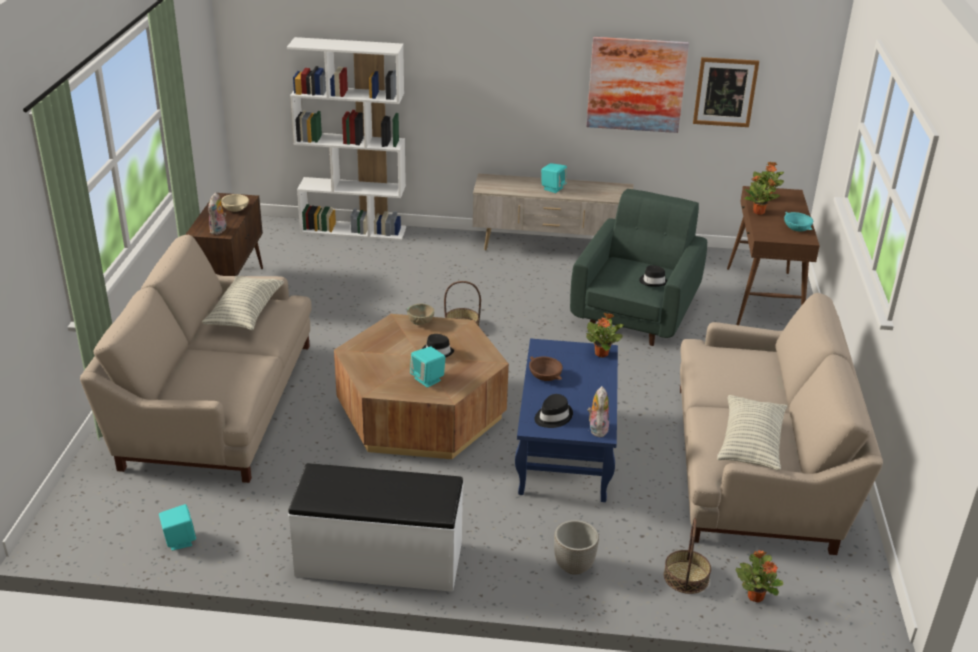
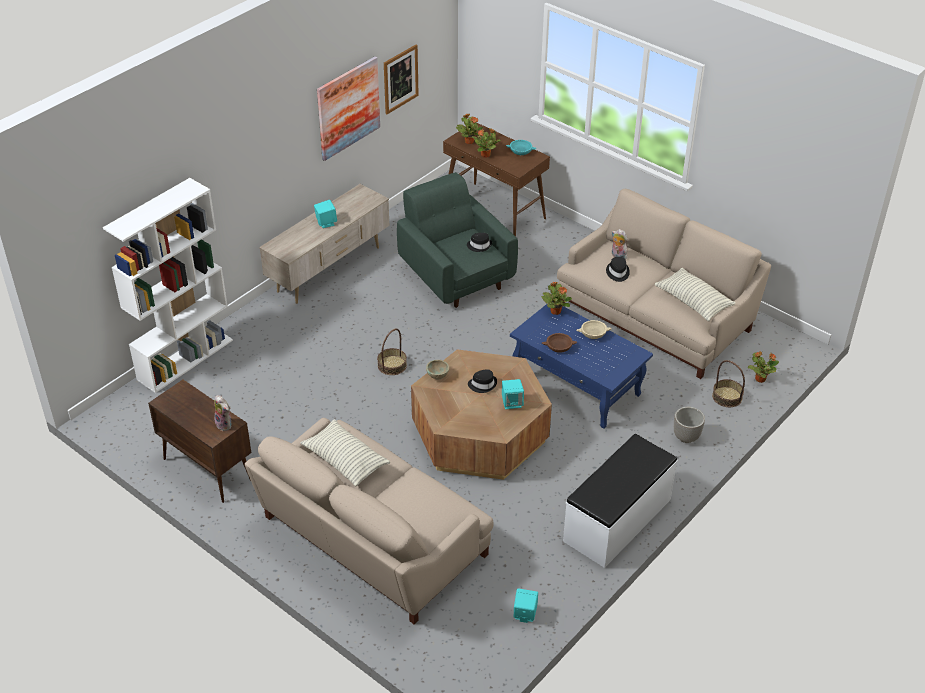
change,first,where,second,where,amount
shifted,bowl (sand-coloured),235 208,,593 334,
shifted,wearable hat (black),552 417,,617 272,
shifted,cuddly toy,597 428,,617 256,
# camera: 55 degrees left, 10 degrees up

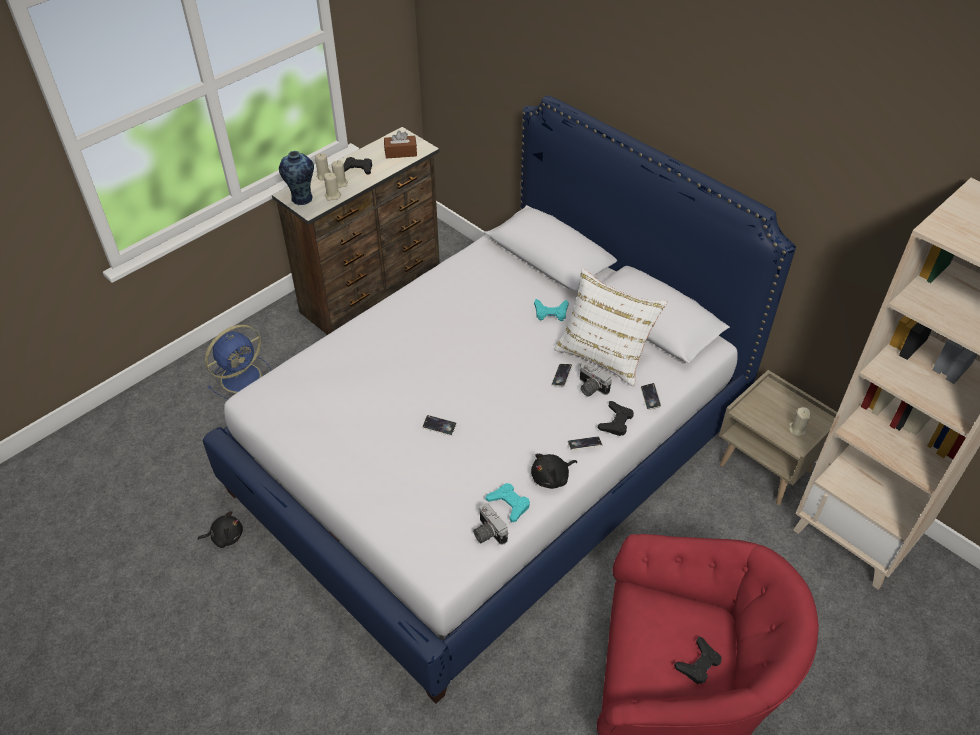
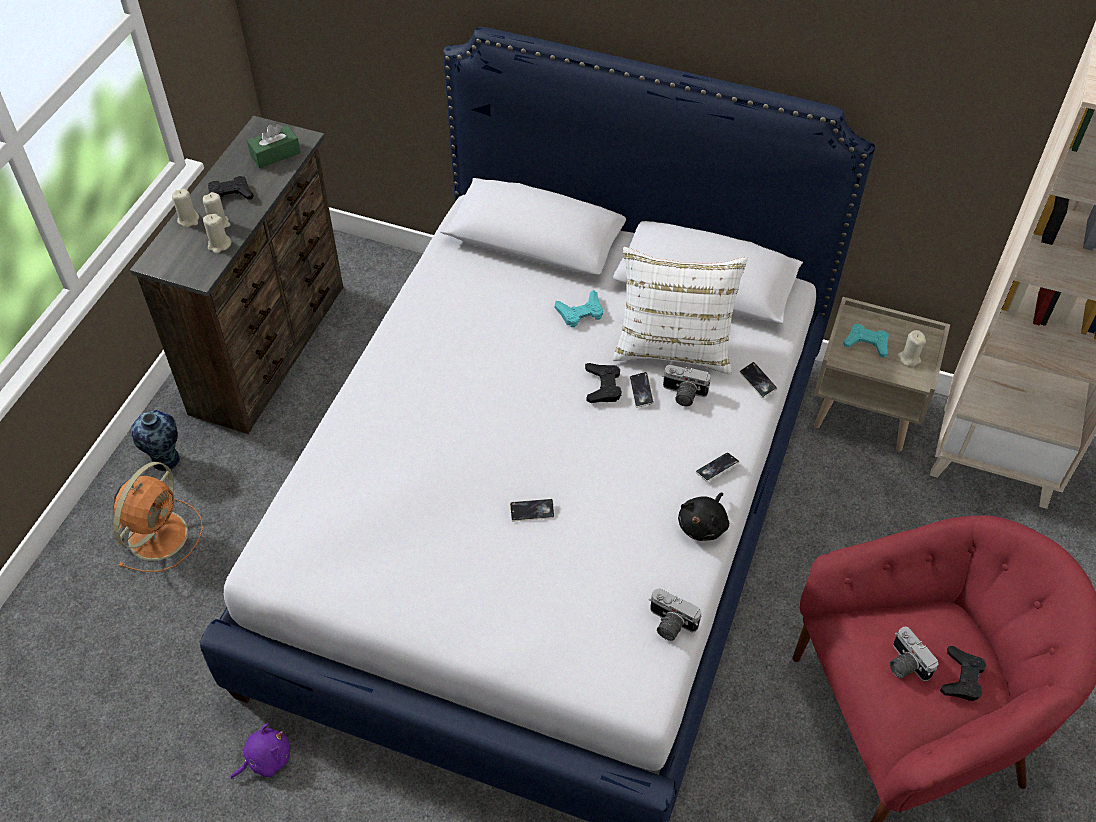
change,first,where,second,where,amount
repainted,electric fan (blue-coloured),242 377,electric fan (orange),160 533,
shifted,decorative vase,302 199,,166 461,
repainted,cuddly toy (black),225 536,cuddly toy (purplish),266 759,
repainted,tissue holder (brownish),401 152,tissue holder (greenish),275 154,
shifted,joypad (black),616 422,,603 386,
shifted,joypad (turquoise-coloured),509 504,,866 343,
new,,,photo camera,904 664,
# camera: 25 degrees left, 5 degrees up

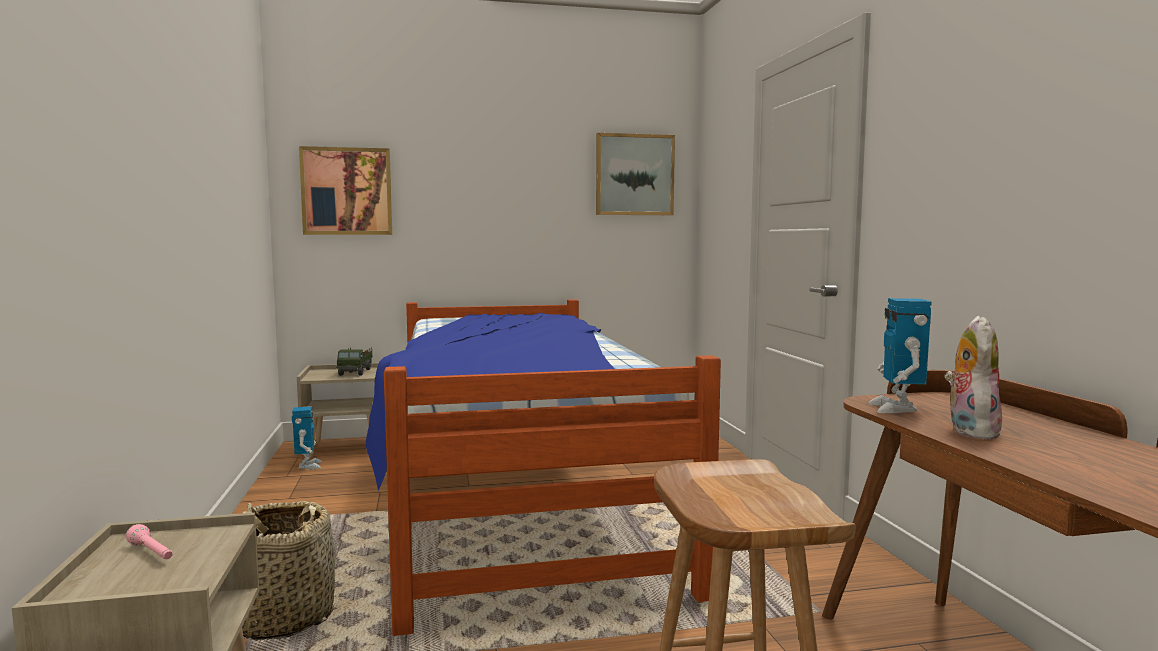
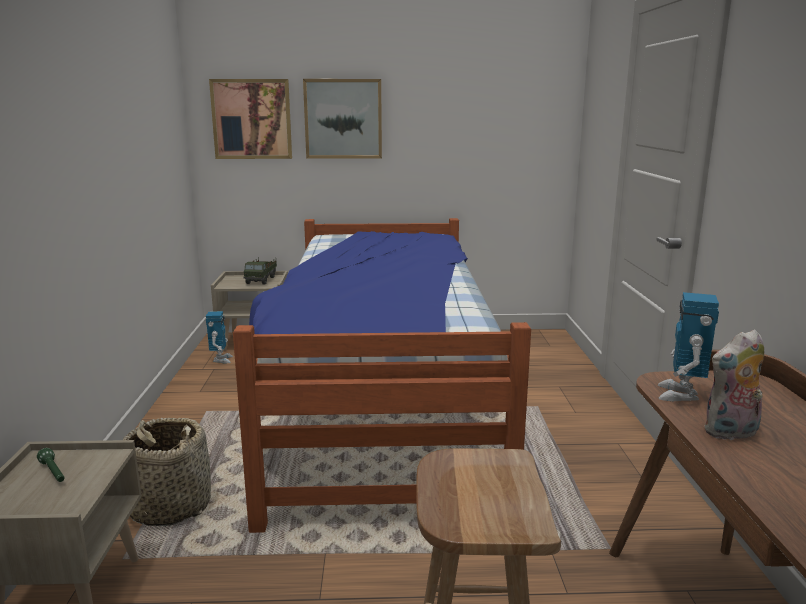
change,first,where,second,where,amount
repainted,torch (pinkish),152 553,torch (greenish),53 473,
shifted,wall art,634 175,,343 119,
rotated,cuddly toy,969 431,,731 433,135 degrees counterclockwise
# camera: 10 degrees right, 10 degrees up

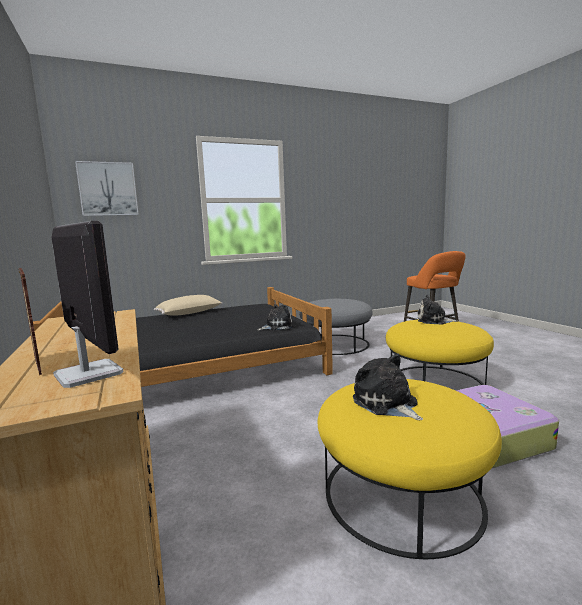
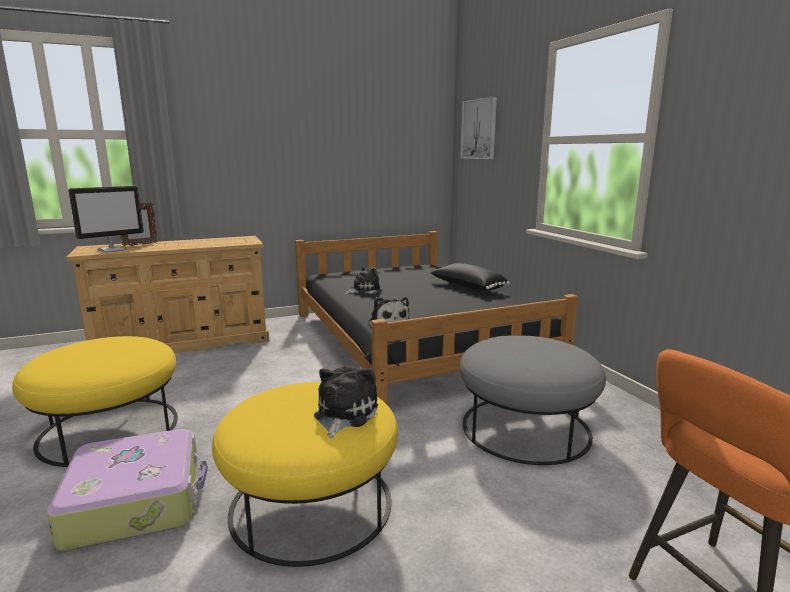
change,first,where,second,where,amount
shifted,cuddly toy,386 404,,364 290,
repainted,cushion (sand-coloured),190 314,cushion (black),467 287,
# camera: 90 degrees right, 5 degrees up

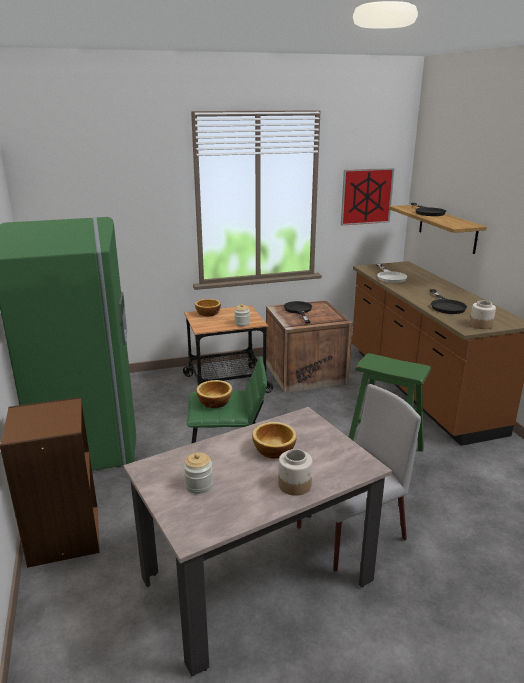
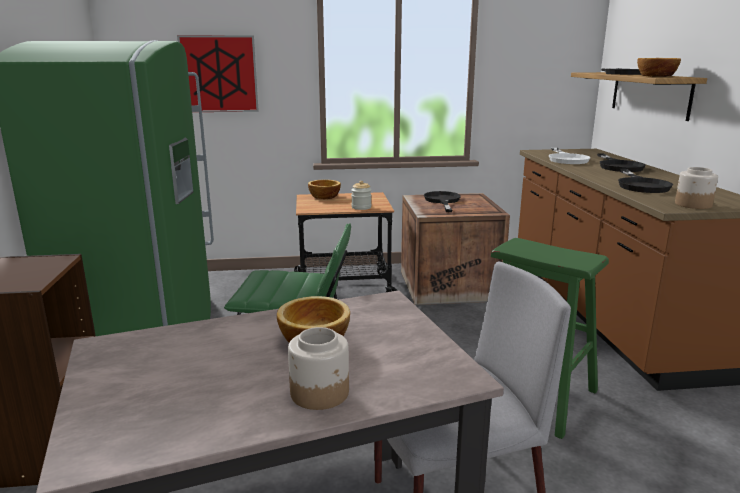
change,first,where,second,where,amount
shifted,wall art,366 196,,219 74,
new,,,skillet (black),618 166,
shifted,bowl,214 402,,655 76,
gone,storage jar,198 485,,,
# camera: 10 degrees right, 5 degrees down

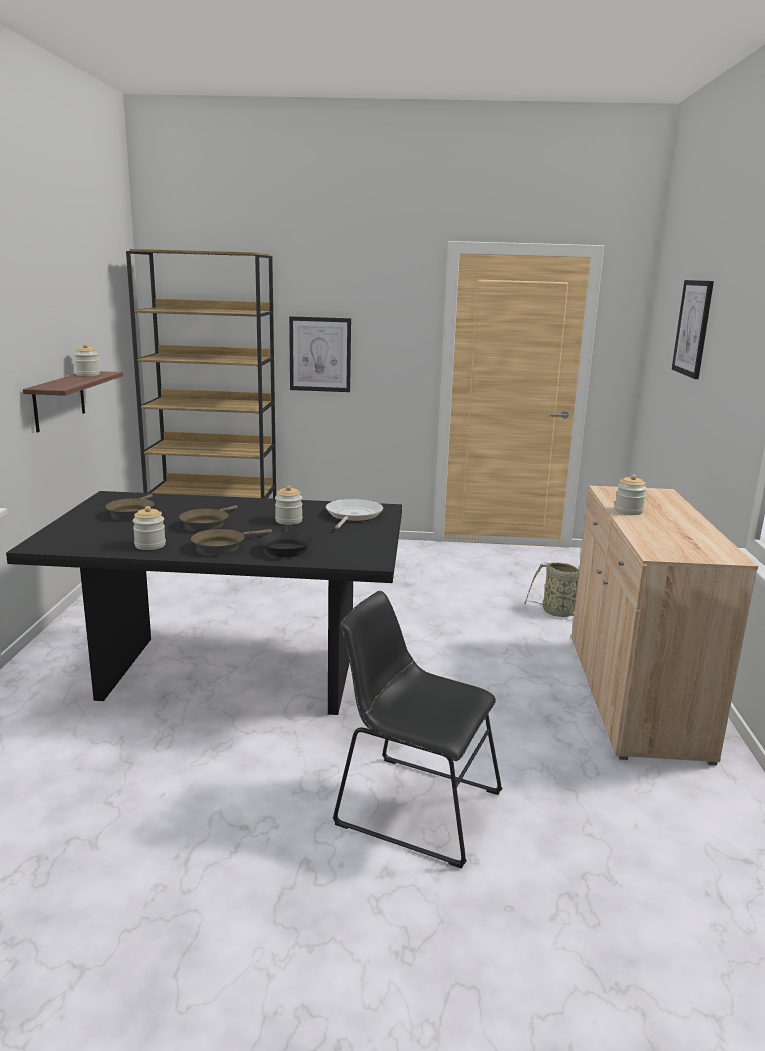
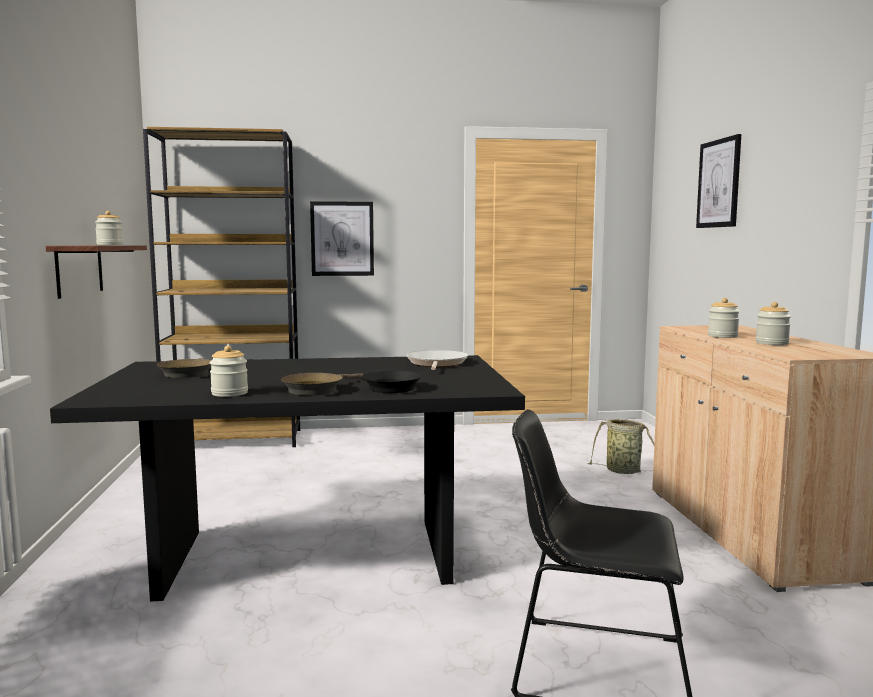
change,first,where,second,where,amount
shifted,storage jar,288 521,,771 343,
gone,skillet (brownish),206 524,,,
# camera: 10 degrees left, 10 degrees down

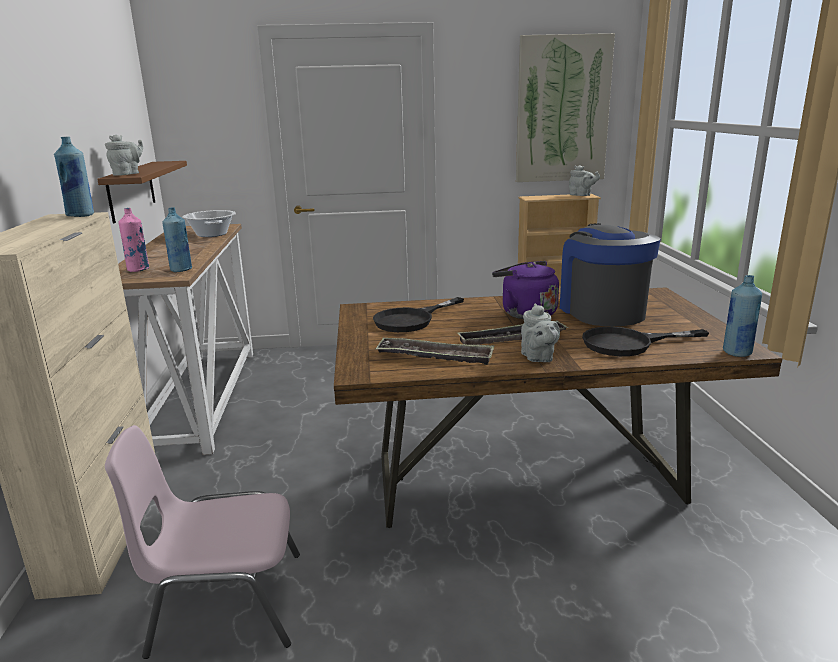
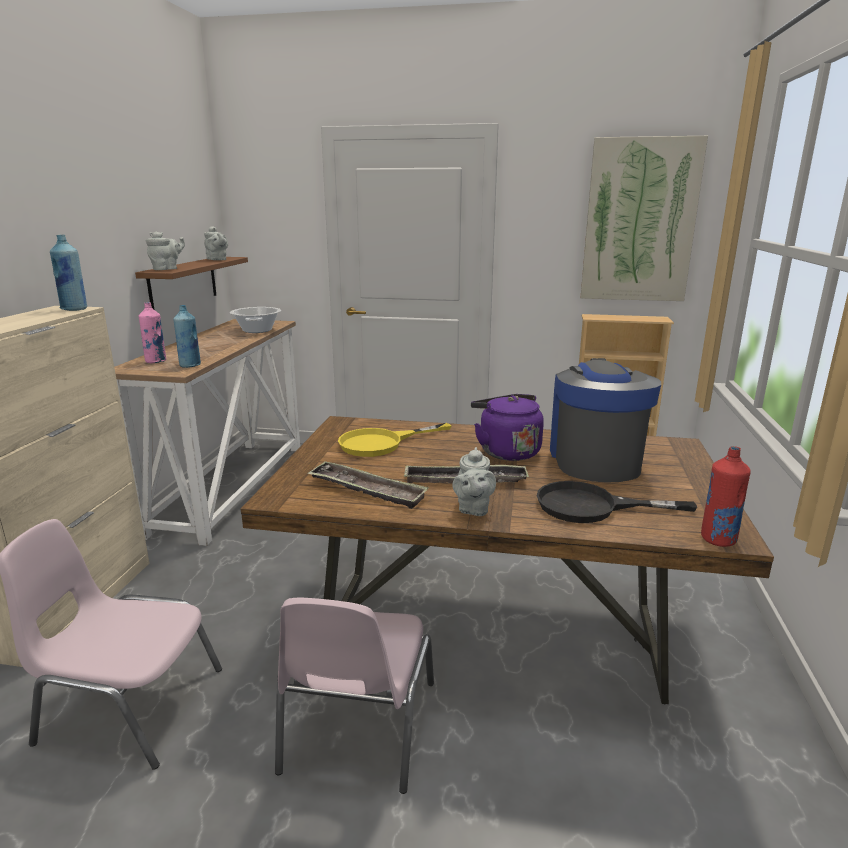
change,first,where,second,where,amount
shifted,pot for tea (gray),581 195,,217 260,
new,,,chair (pinkish),357 727,
repainted,skillet (black),411 320,skillet (yellow-coloured),381 443,
repainted,drink bottle (blue-coloured),737 352,drink bottle (reddish),718 539,
# camera: 15 degrees right, 0 degrees up

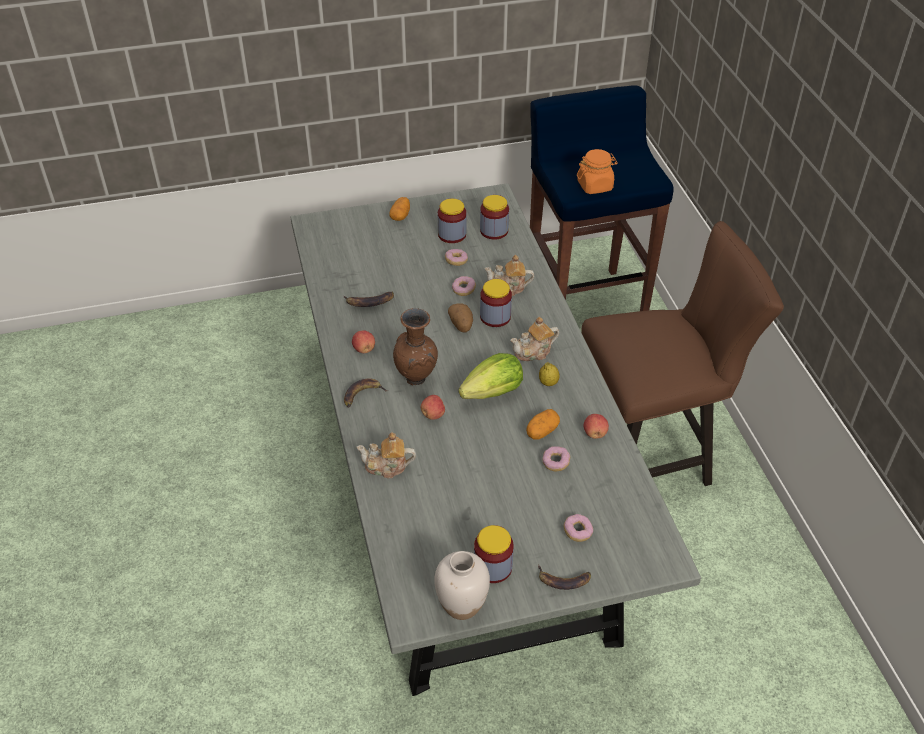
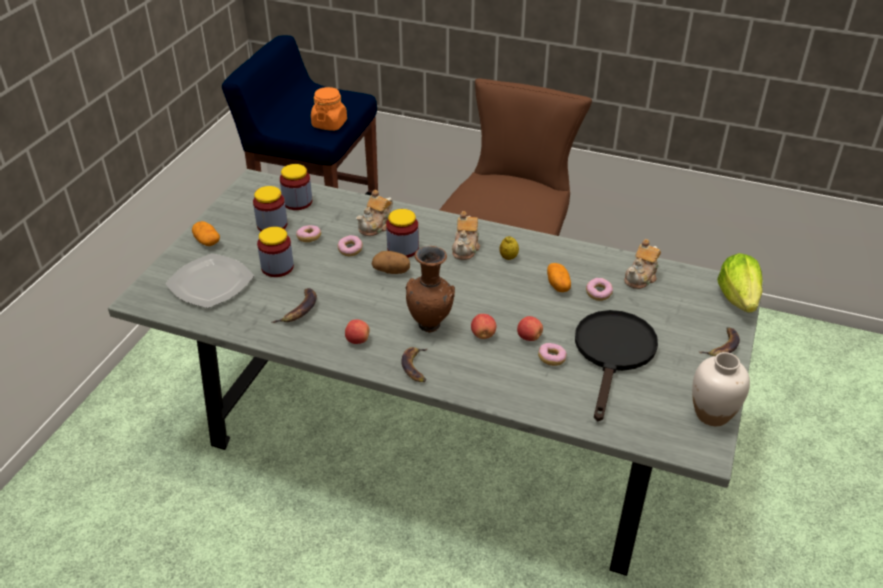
change,first,where,second,where,amount
new,,,dinner plate,210 284,
shifted,storage jar,493 567,,277 267,
shifted,whole apple,595 433,,529 337,
shifted,ring doughnut,577 532,,551 359,
new,,,skillet (black),613 354,
shifted,pot for tea,387 467,,641 277,
shifted,lettuce,493 392,,738 298,
# camera: 55 degrees left, 5 degrees down

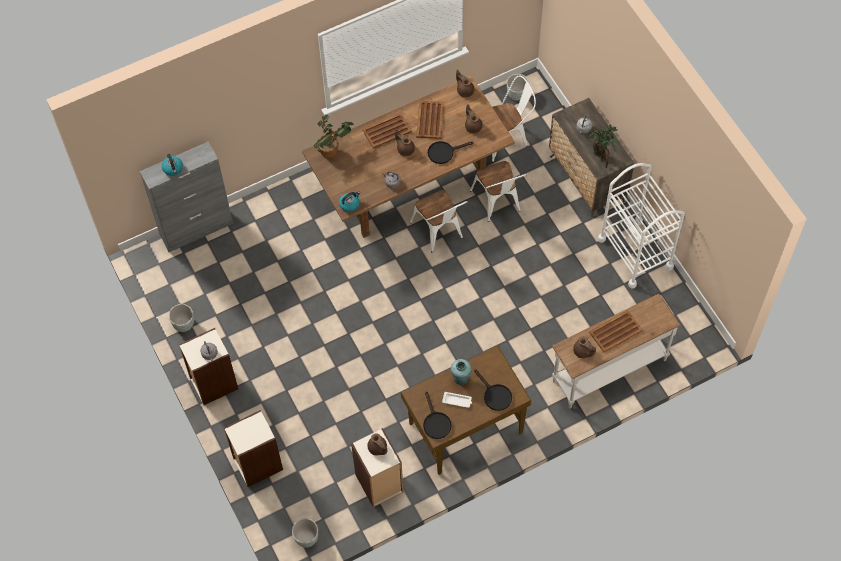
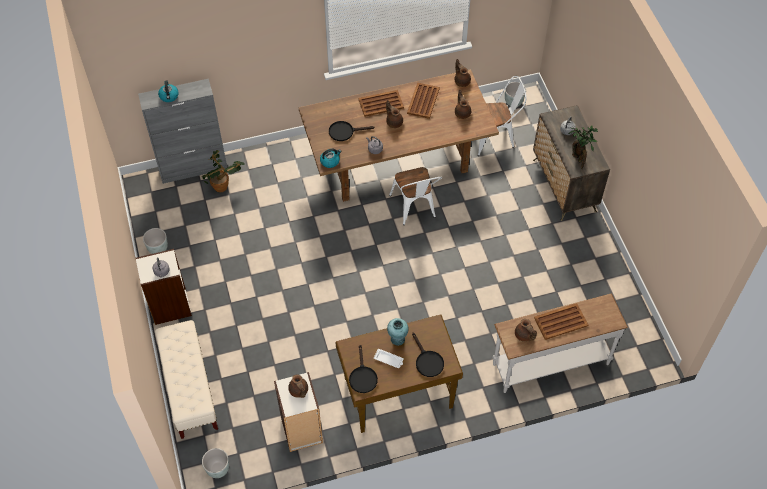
change,first,where,second,where,amount
swapped,bookshelf,257 464,bench (sand-coloured),190 389,
shifted,potted plant,332 151,,224 186,
shifted,skillet (black),444 152,,345 132,
gone,chair (whitish),498 203,,,
gone,trolley (whitish),635 253,,,
# camera: 10 degrees right, 5 degrees down

